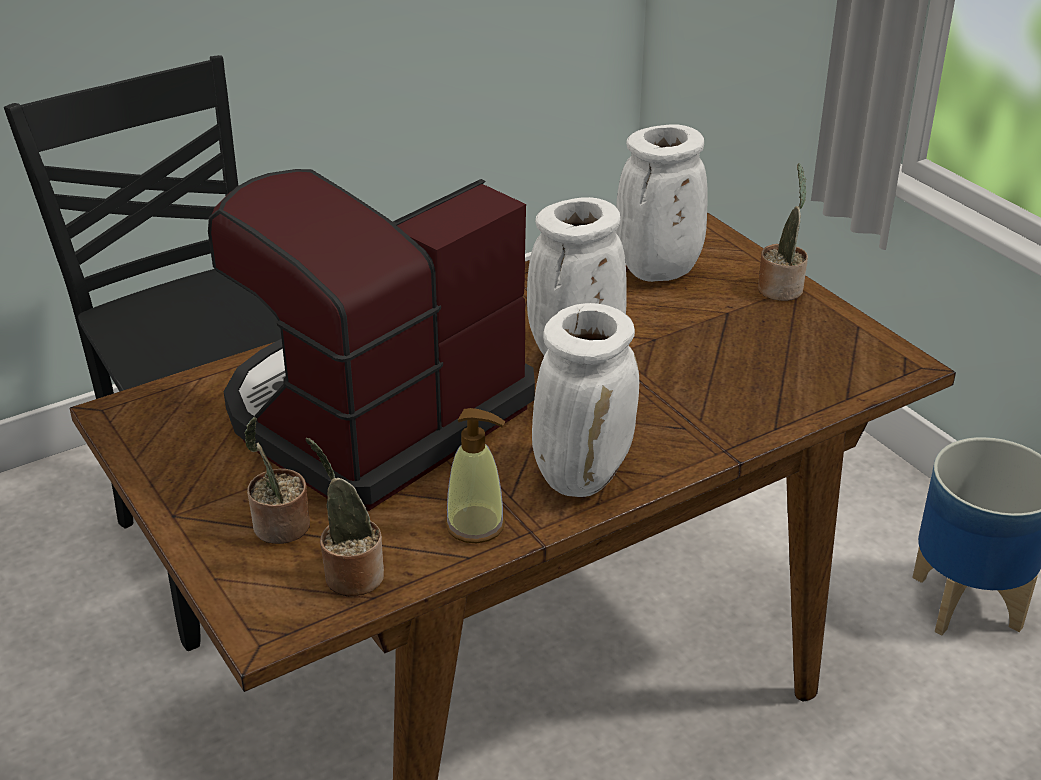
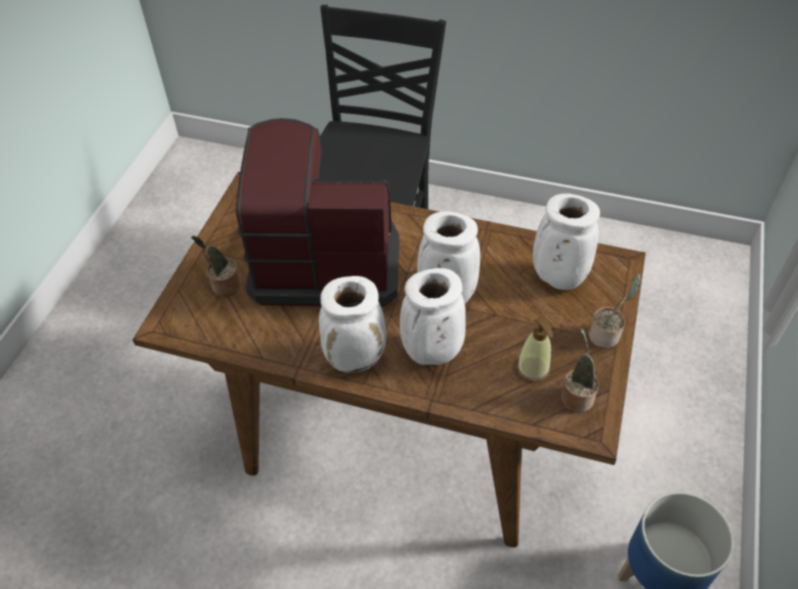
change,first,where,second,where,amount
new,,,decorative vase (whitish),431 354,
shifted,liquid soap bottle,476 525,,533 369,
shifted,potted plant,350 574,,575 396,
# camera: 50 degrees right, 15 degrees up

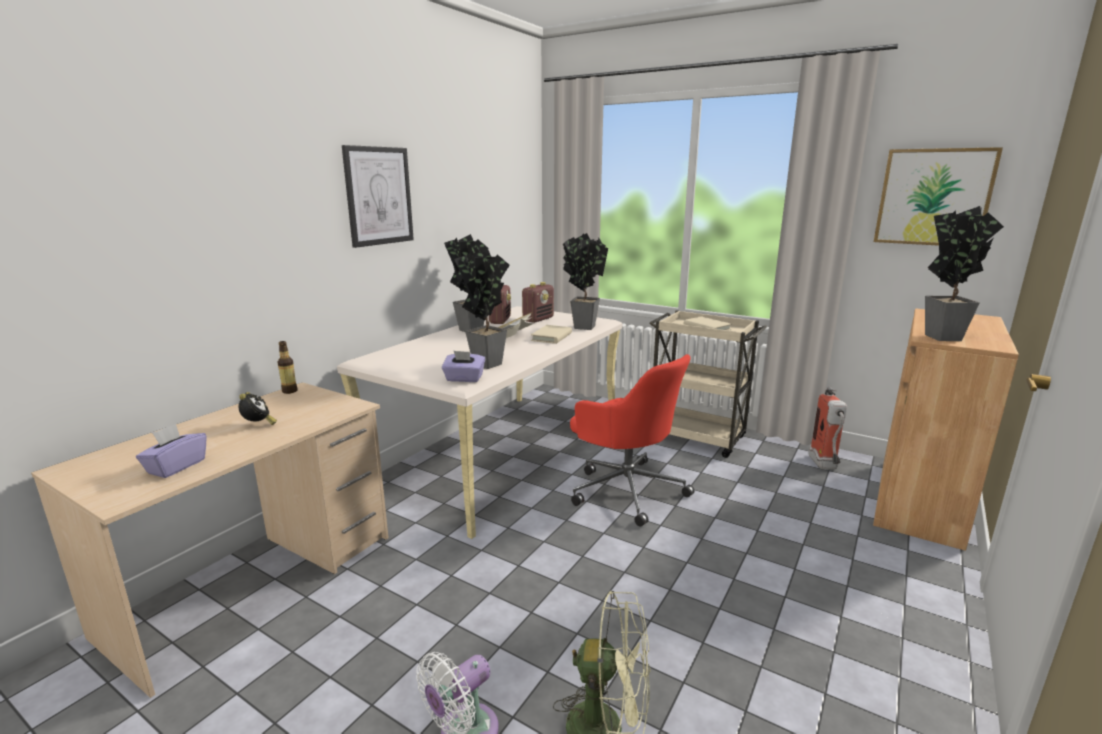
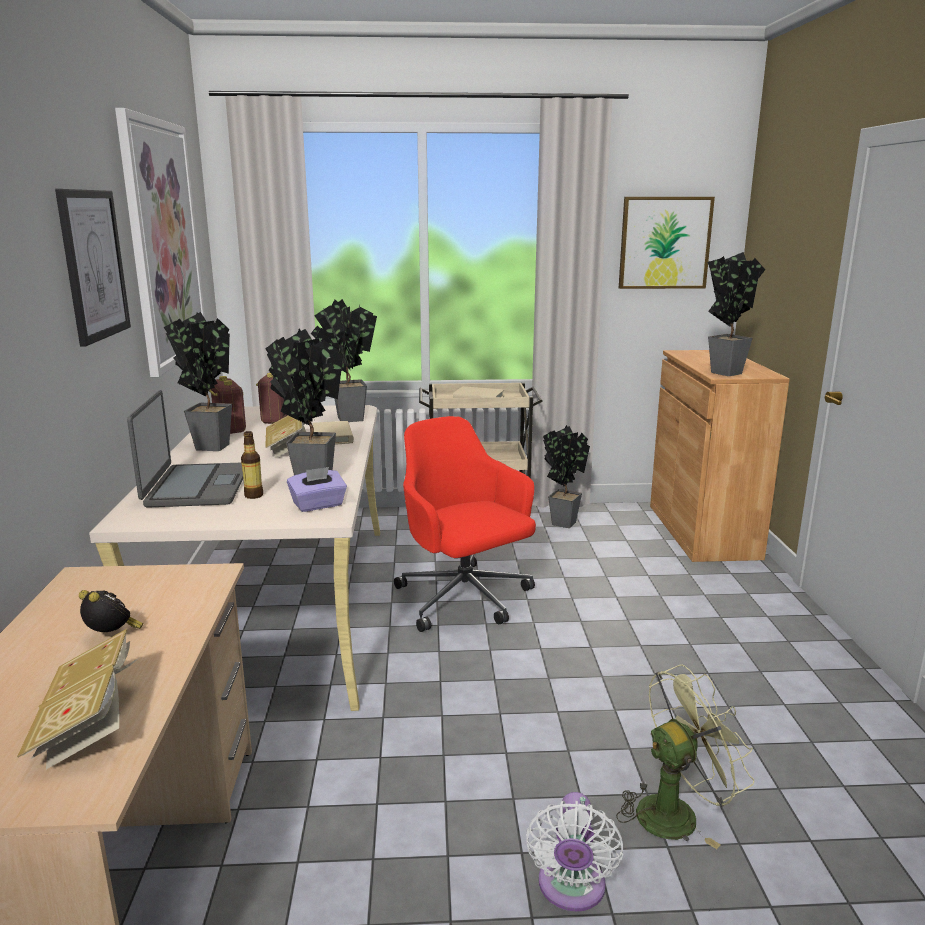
change,first,where,second,where,amount
swapped,tissue holder (purplish),176 466,bound book,90 724,
new,,,wall art,163 244,
new,,,notebook computer,196 487,
shifted,drink bottle,290 391,,253 495,
rotated,computer chair (reddish),626 489,,465 599,135 degrees counterclockwise
new,,,potted plant,561 522,
gone,fire extinguisher,824 466,,,
# camera: 35 degrees left, 0 degrees up

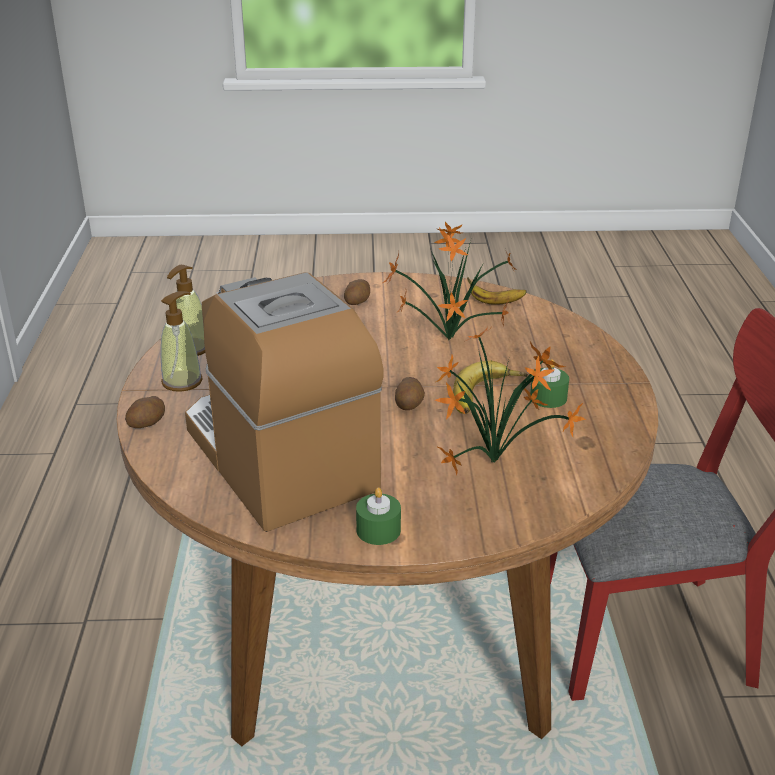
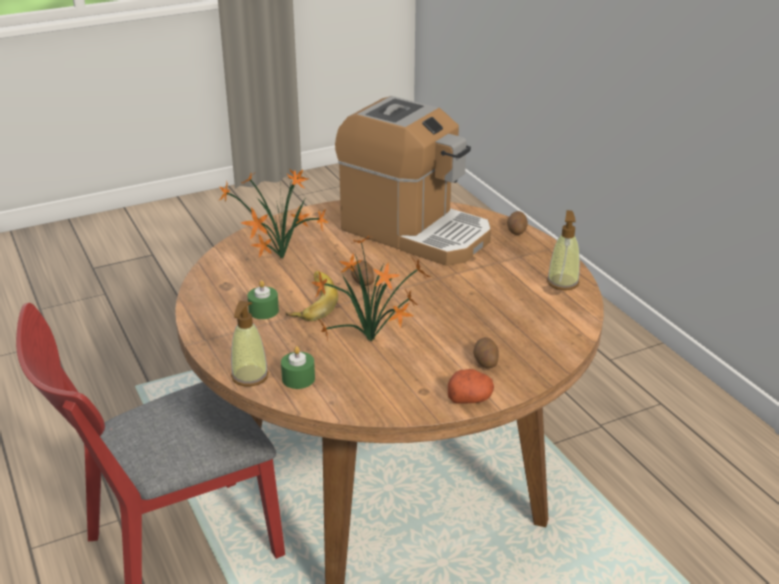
change,first,where,second,where,amount
shifted,liquid soap bottle,182 381,,249 376,
shifted,candle (greenish),378 530,,298 378,
new,,,spud,470 398,
gone,banana fruit,495 303,,,
# camera: 155 degrees right, 0 degrees up

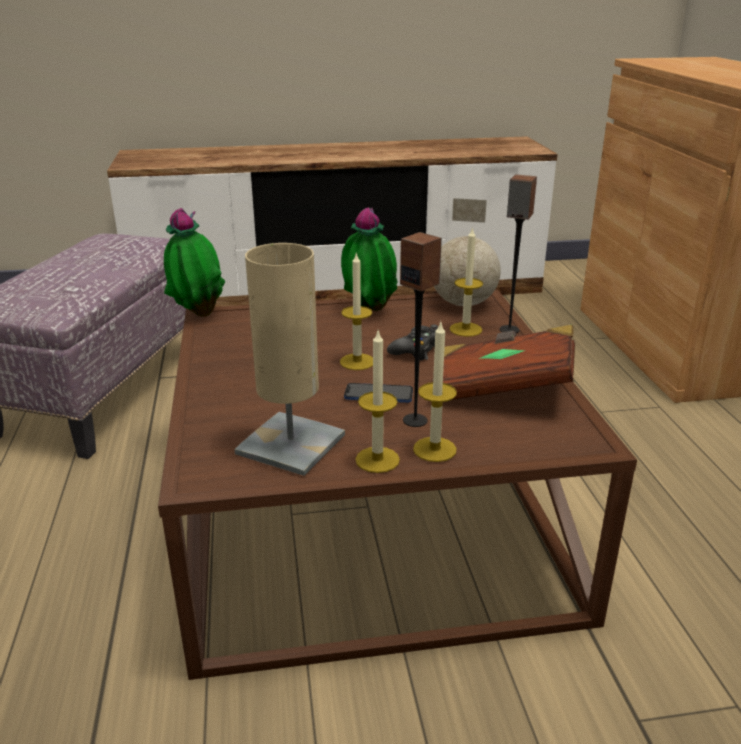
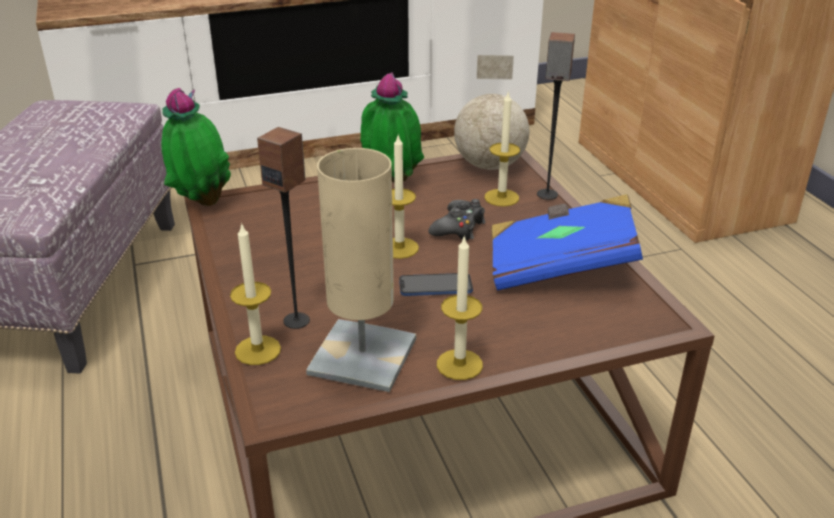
change,first,where,second,where,amount
shifted,candle,434 449,,258 350,
shifted,speaker,415 420,,297 320,
repainted,bound book (brownish),501 390,bound book (blue-coloured),560 268,
# camera: 10 degrees left, 5 degrees up

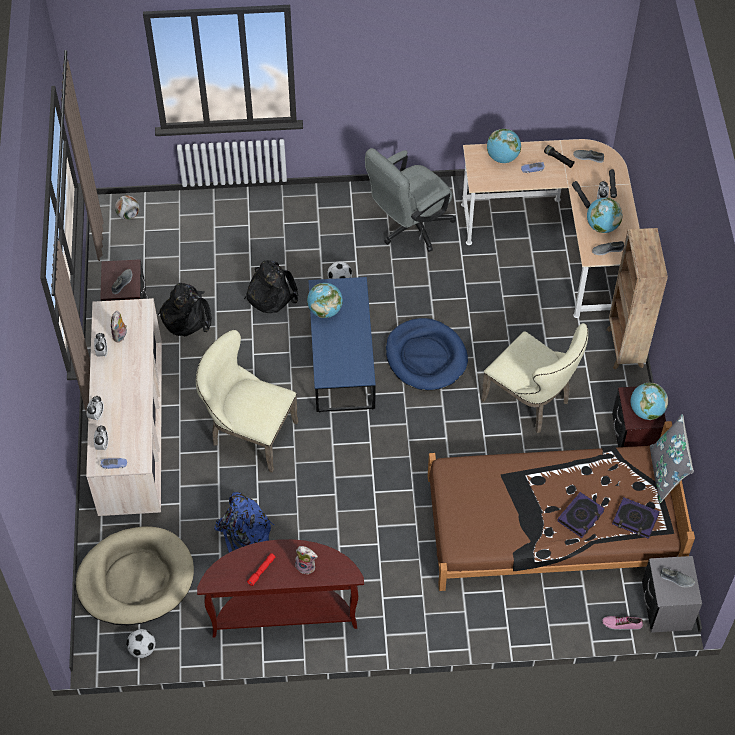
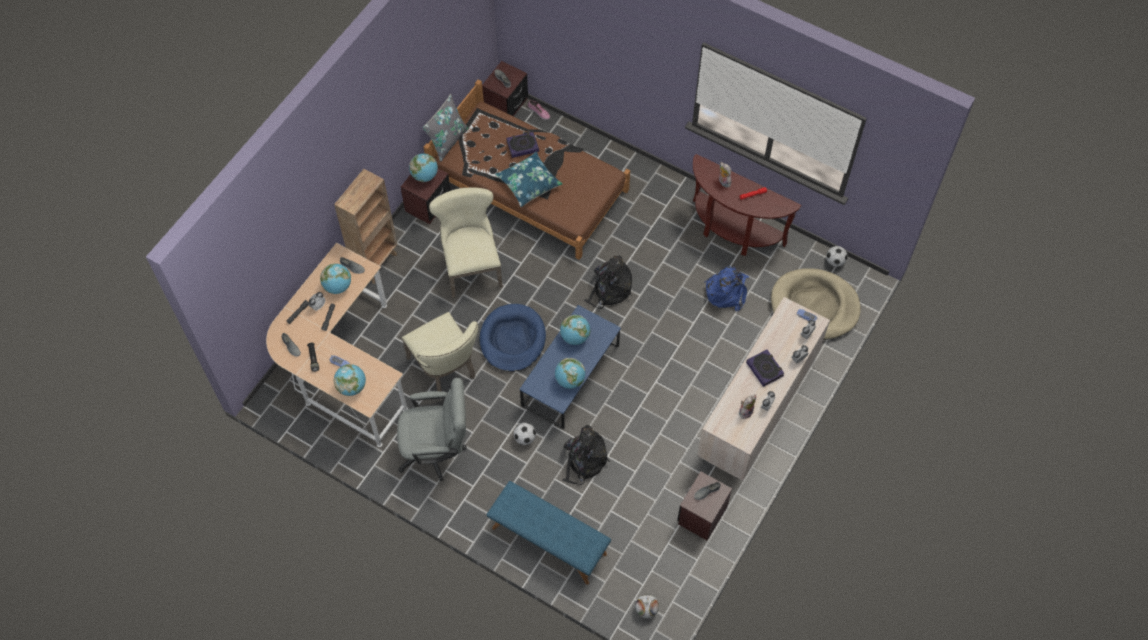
change,first,where,second,where,amount
shifted,chair (sand-coloured),248 434,,445 369,
repainted,nightstand (gray),666 607,nightstand (brownish),506 105,
new,,,bench (blue-coloured),548 541,
new,,,cushion (blue-coloured),529 183,
new,,,world globe,575 337,
shifted,rucksack (black),186 316,,609 289,
shifted,bound book,635 520,,765 369,
# camera: 145 degrees left, 5 degrees up

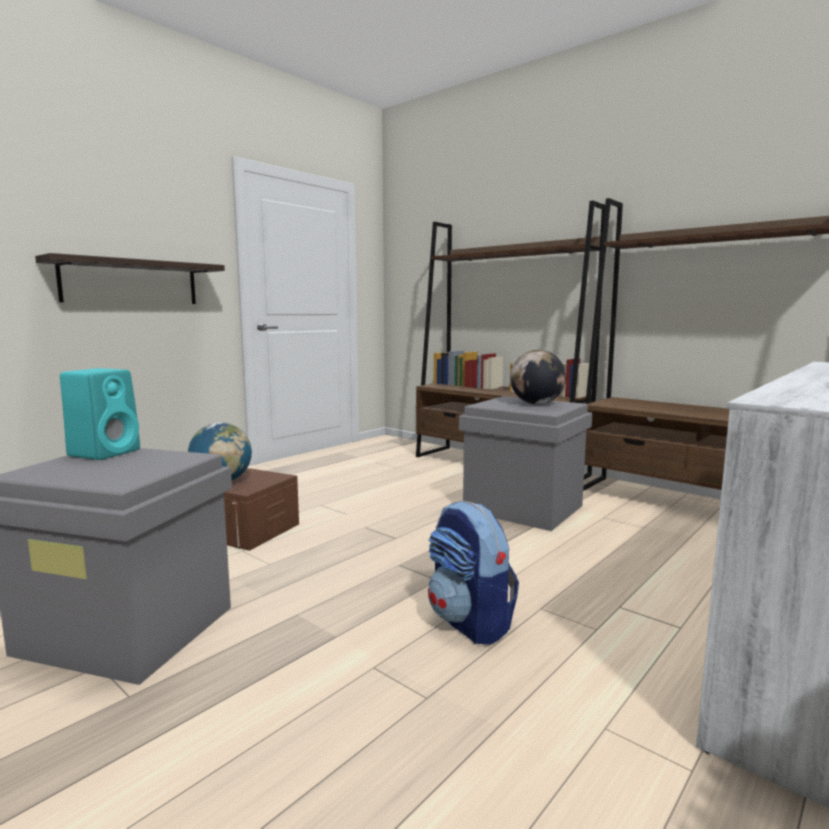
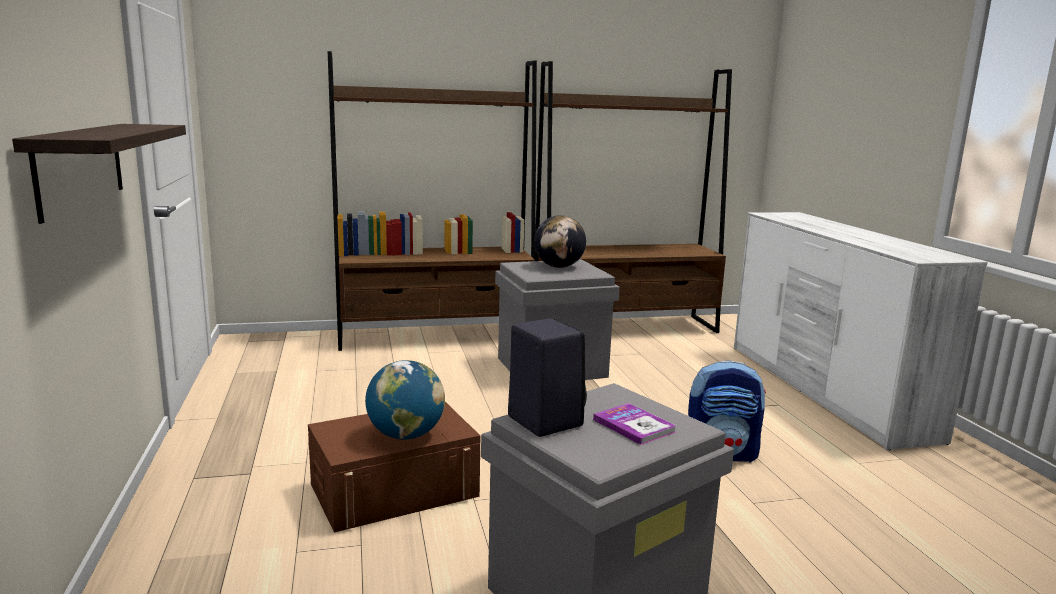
change,first,where,second,where,amount
repainted,speaker (turquoise-coloured),105 452,speaker (black),542 420,
new,,,bound book,634 426,
# camera: 55 degrees left, 5 degrees up

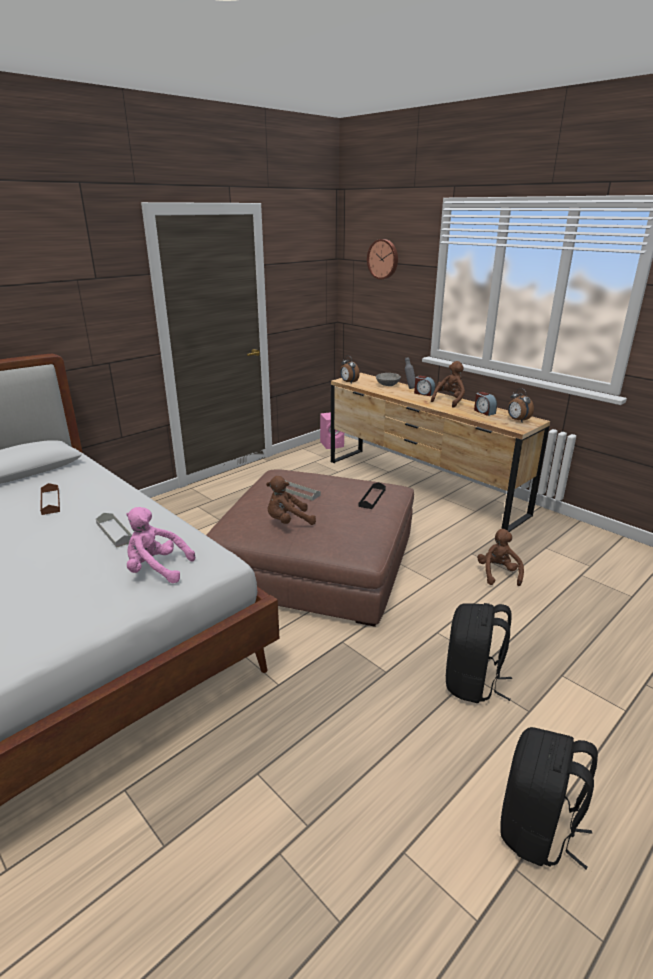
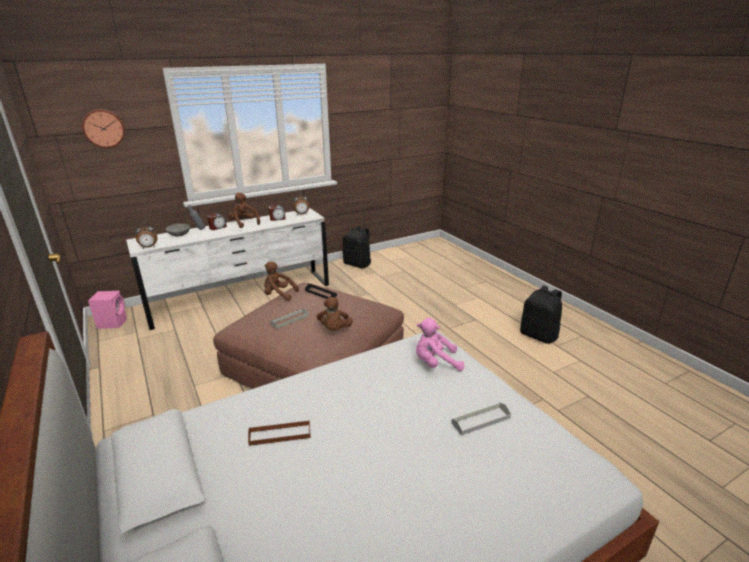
change,first,where,second,where,amount
repainted,chest of drawers (brownish),421 486,chest of drawers (whitish),241 298,
shifted,cuddly toy (brownish),498 573,,279 295,
shifted,rucksack (black),472 682,,358 264,
rotated,cuddly toy (pinkish),156 569,,435 363,60 degrees clockwise
shifted,carrying tray (gray),115 532,,481 420,
# camera: 75 degrees left, 0 degrees up

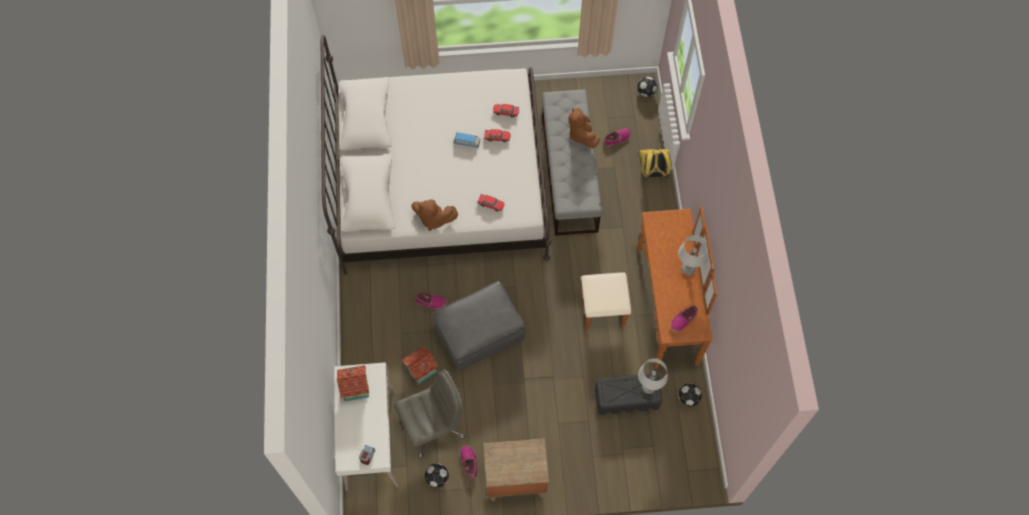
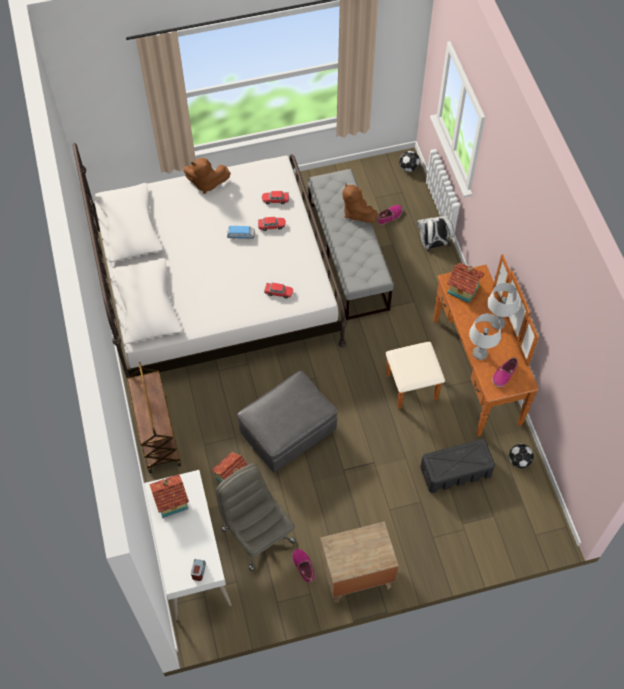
change,first,where,second,where,amount
new,,,trolley (brownish),157 435,
shifted,cuddly toy (brownish),433 219,,206 183,
rotated,computer chair (gray),433 426,,257 535,90 degrees counterclockwise
repainted,rucksack (yellow-coloured),653 174,rucksack (whitish),433 245,
new,,,toy house,463 288,
shifted,tabletop lamp (gray),649 387,,480 354,
gone,item of footwear,431 302,,,
gone,football ball,437 478,,,
# camera: 10 degrees left, 5 degrees down

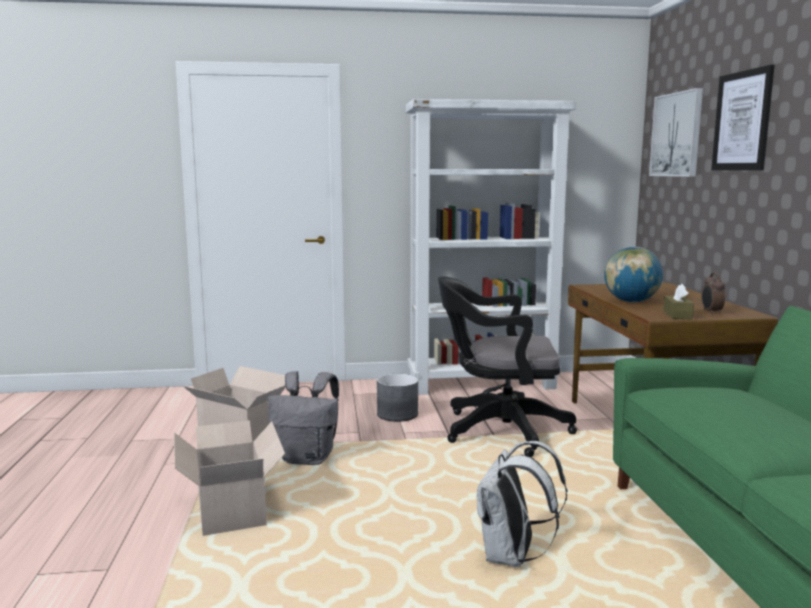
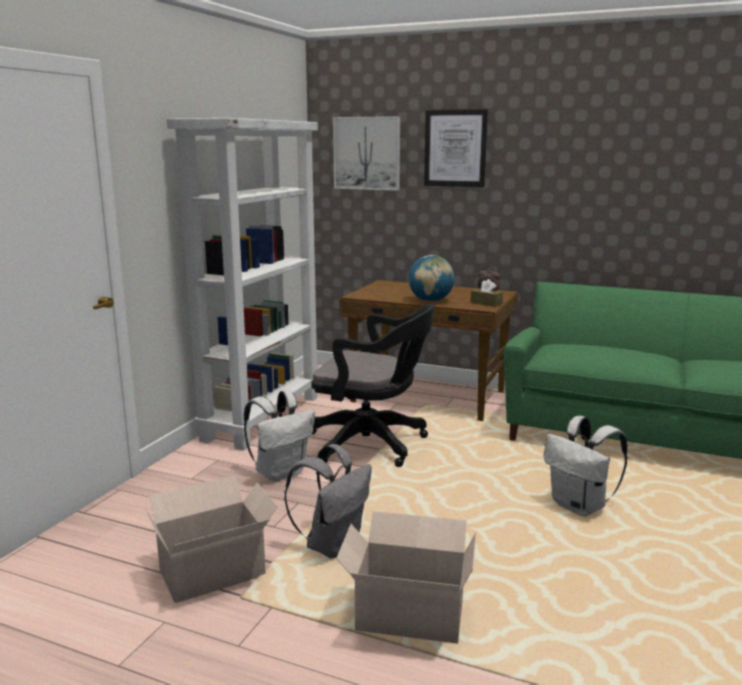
change,first,where,second,where,amount
swapped,plant pot (gray),398 414,rucksack (whitish),280 472,
rotated,computer chair (black),498 430,,373 444,105 degrees counterclockwise
# camera: 60 degrees left, 5 degrees up

